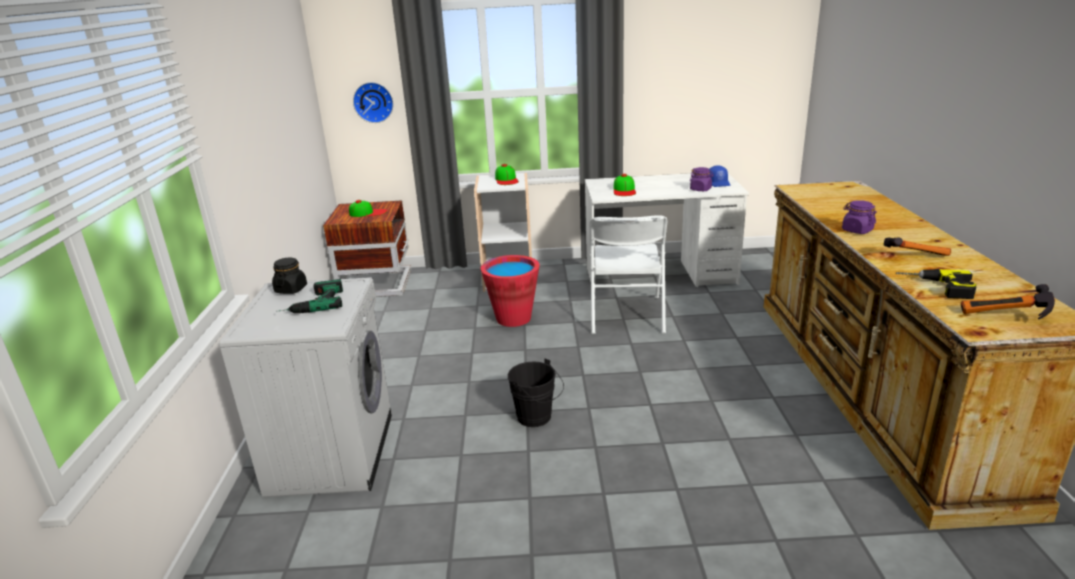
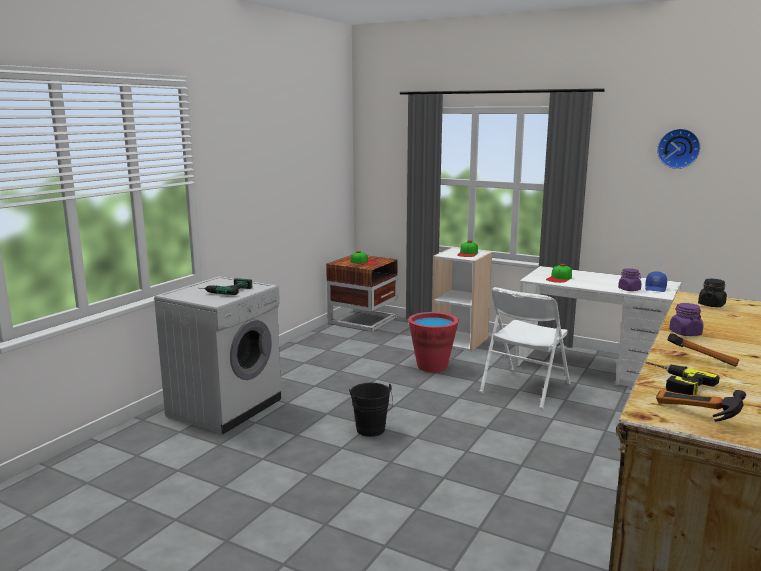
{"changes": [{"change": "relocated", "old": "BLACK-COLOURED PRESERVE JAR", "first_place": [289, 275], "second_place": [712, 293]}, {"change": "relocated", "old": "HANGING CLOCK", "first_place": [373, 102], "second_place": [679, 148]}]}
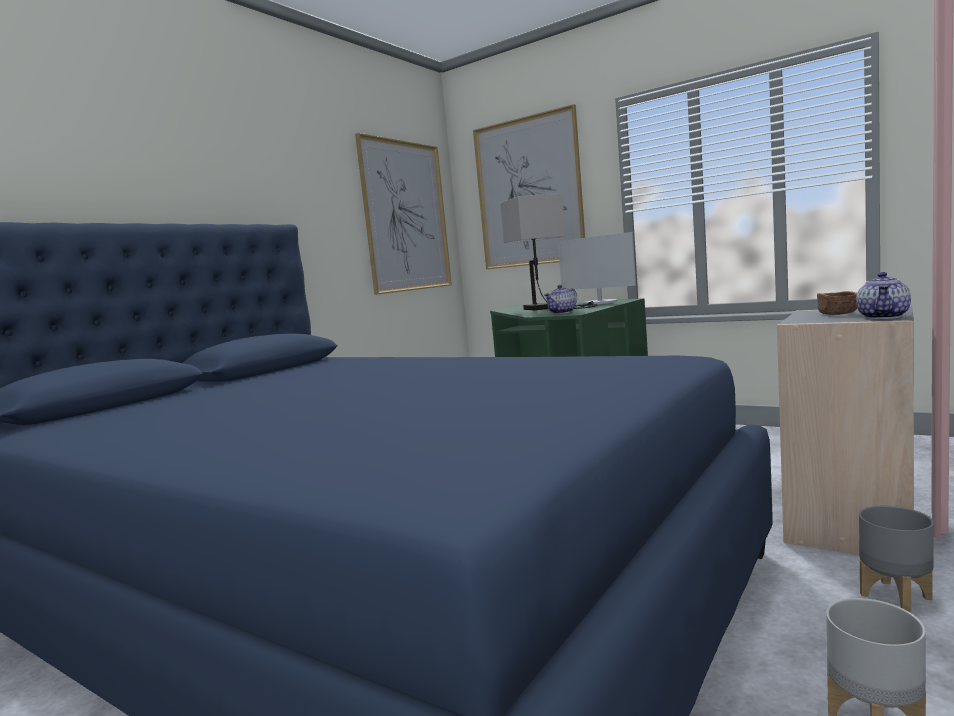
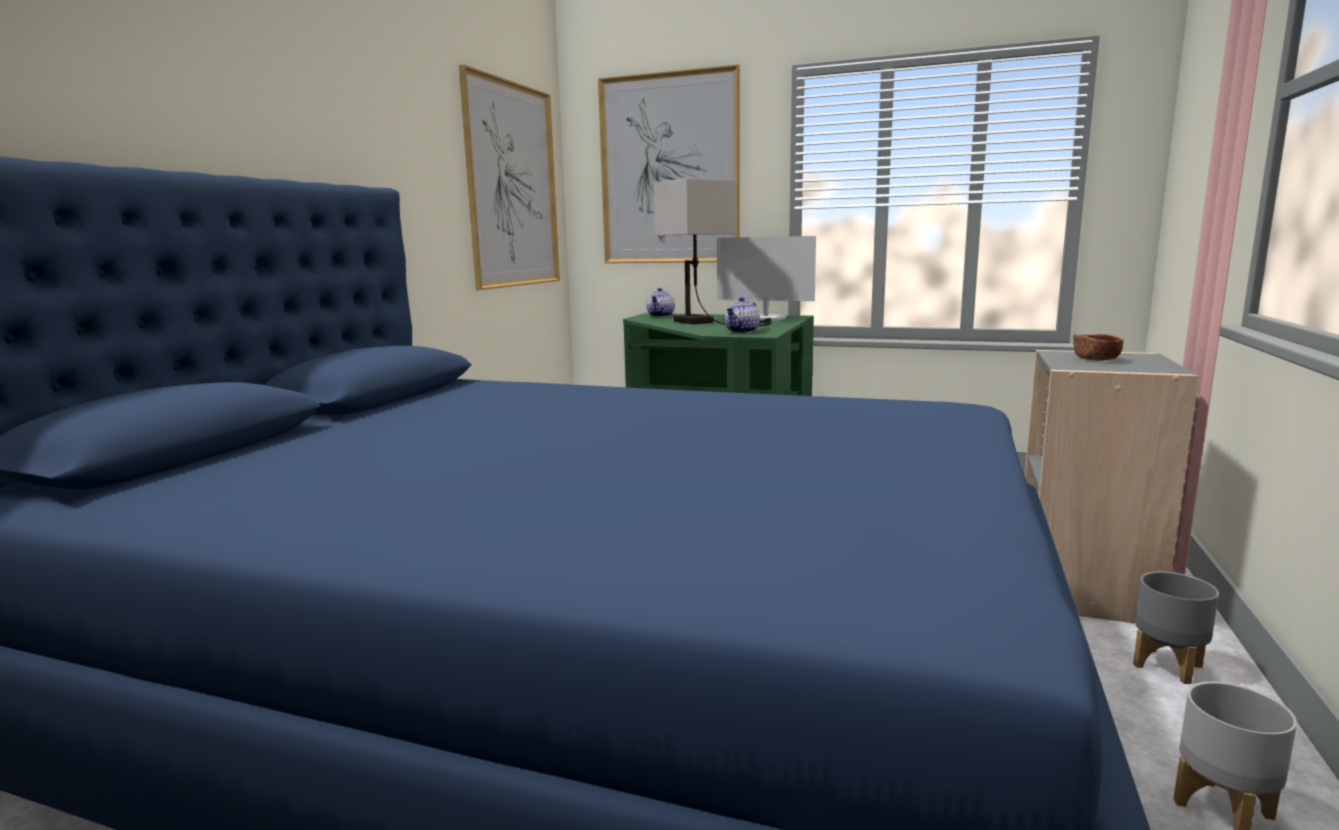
{"changes": [{"change": "relocated", "old": "TEAPOT", "first_place": [883, 295], "second_place": [660, 302]}]}
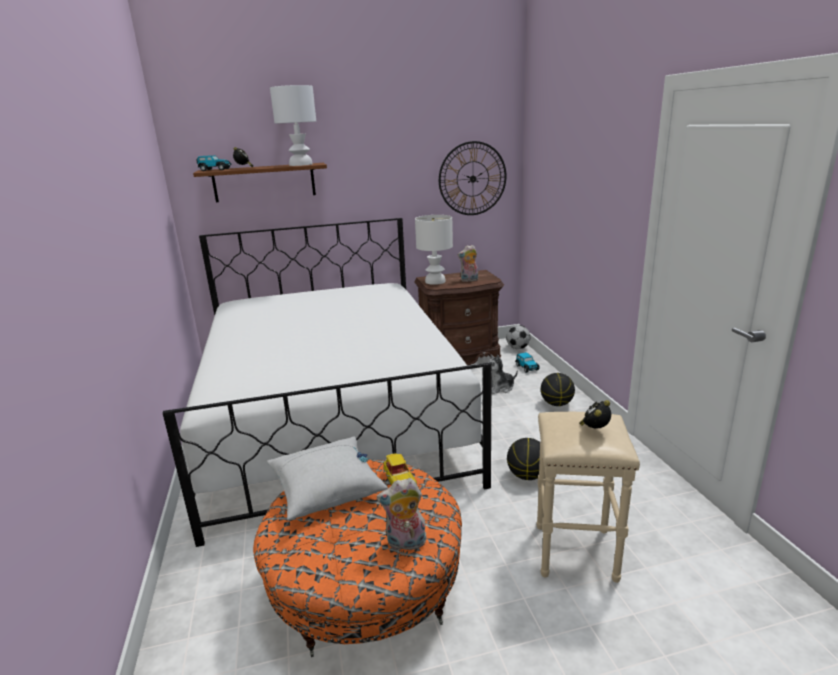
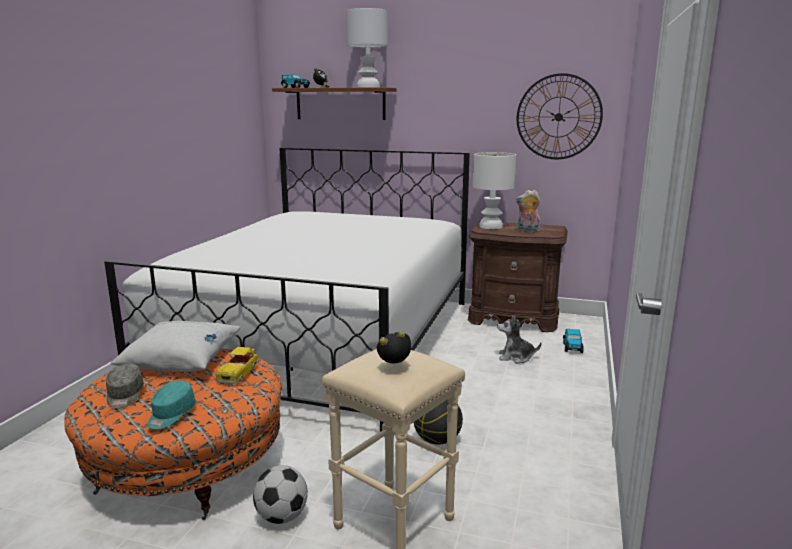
{"changes": [{"change": "exchanged", "old": "SOFT TOY", "new": "BLUE-GREEN PEAKED CAP", "first_place": [401, 514], "second_place": [171, 405]}, {"change": "relocated", "old": "FOOTBALL BALL", "first_place": [518, 337], "second_place": [280, 494]}, {"change": "missing", "old": "BASKETBALL", "first_place": [558, 389]}, {"change": "appeared", "new": "GREY PEAKED CAP", "second_place": [125, 386]}]}
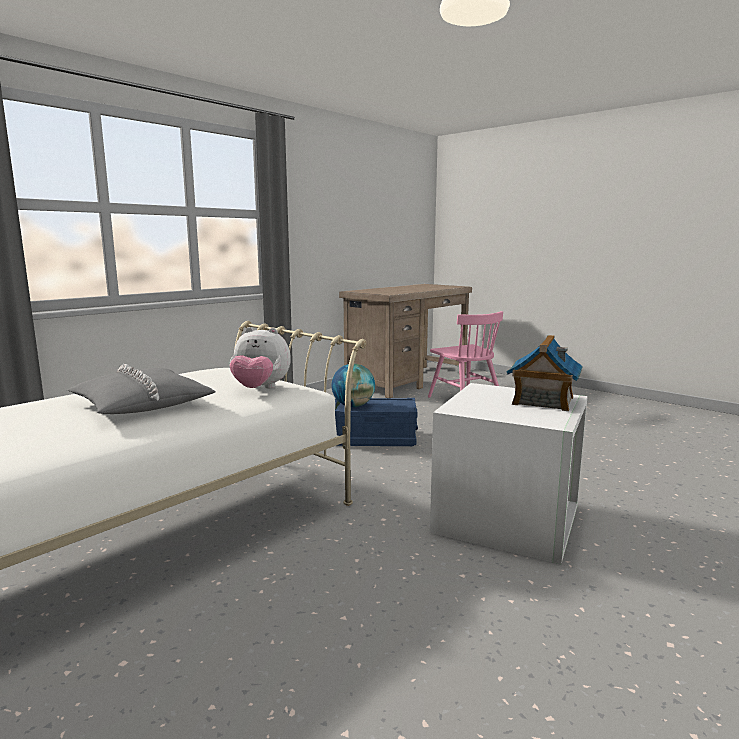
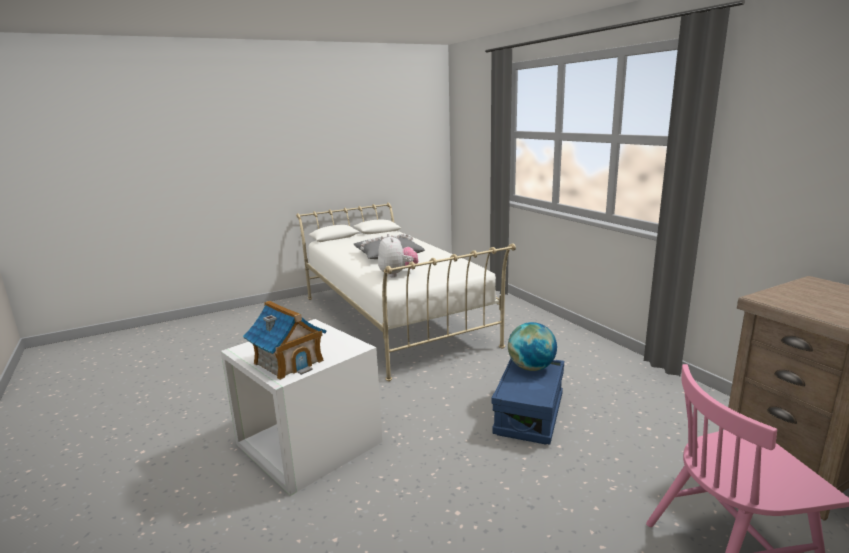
{"changes": [{"change": "spun", "old": "SOFT TOY", "first_place": [260, 358], "second_place": [398, 255], "degrees": 135}]}
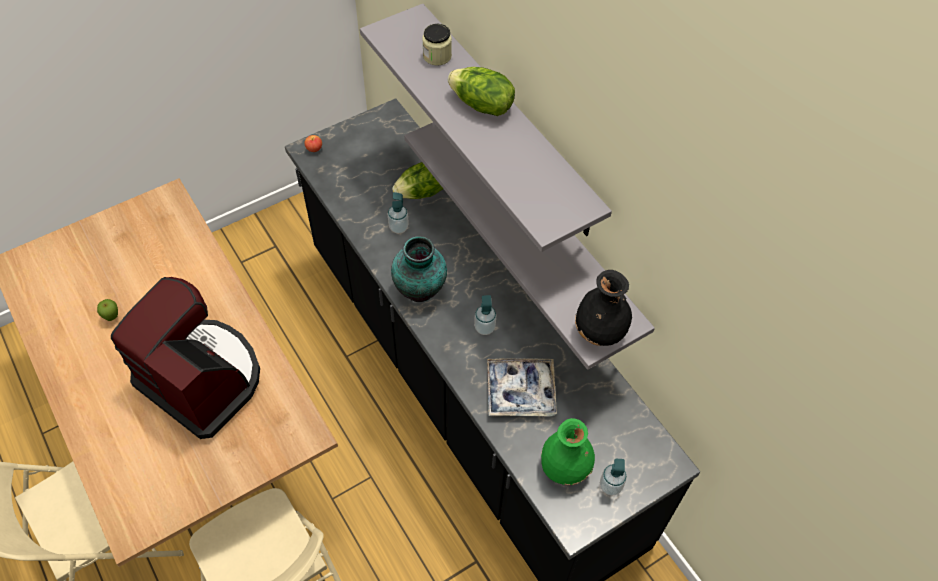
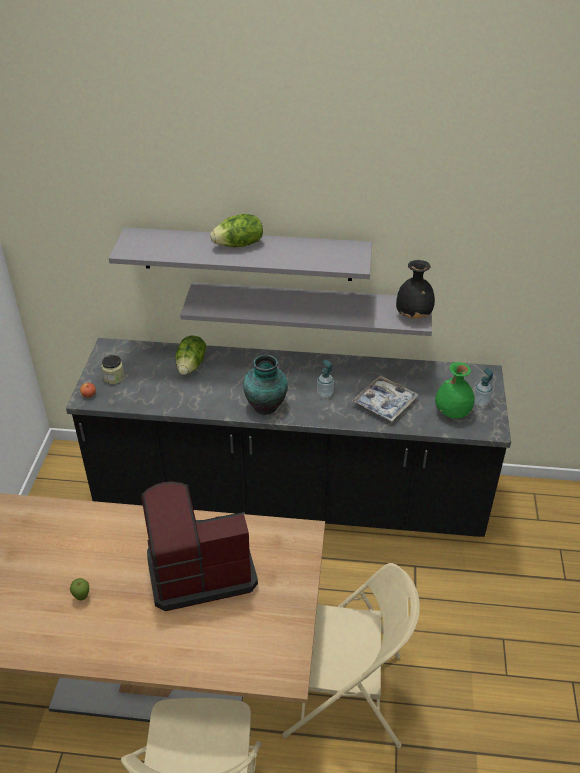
{"changes": [{"change": "missing", "old": "SOAP BOTTLE", "first_place": [398, 213]}, {"change": "relocated", "old": "PRESERVE JAR", "first_place": [437, 45], "second_place": [113, 369]}]}
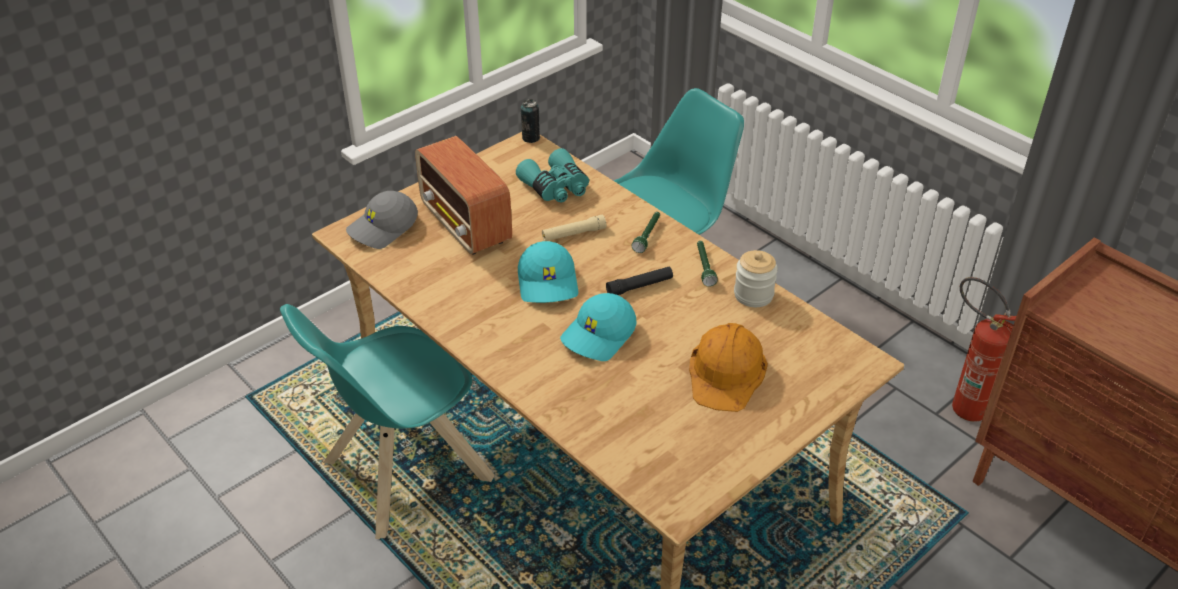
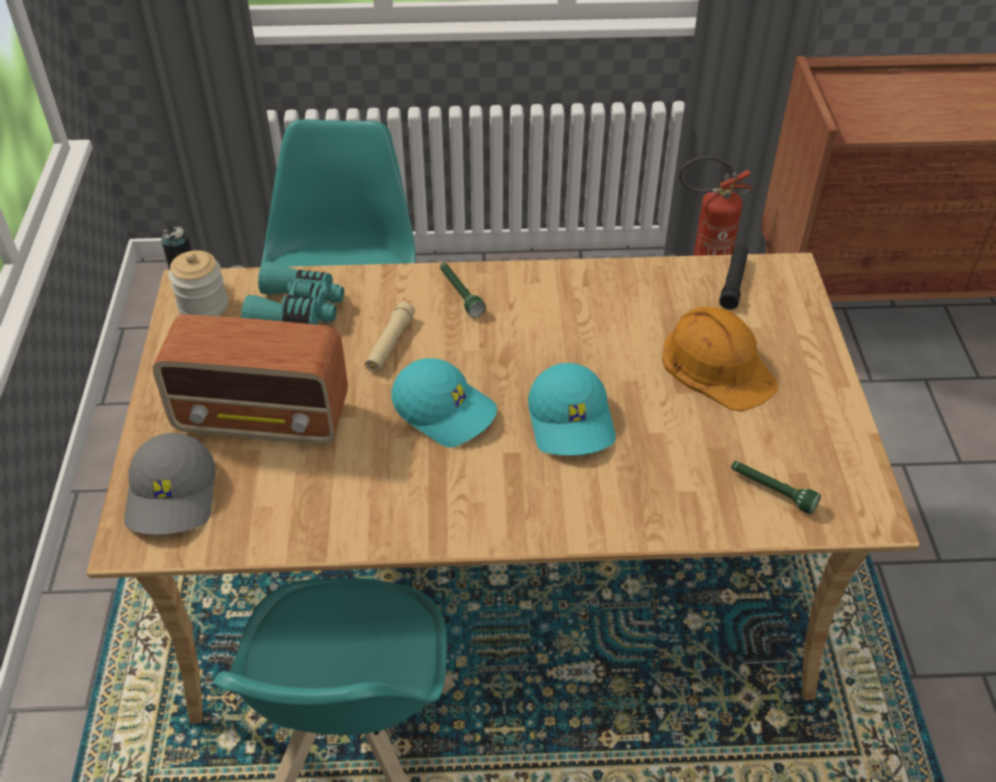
{"changes": [{"change": "relocated", "old": "BLACK-COLOURED FLASHLIGHT", "first_place": [639, 281], "second_place": [733, 277]}, {"change": "relocated", "old": "GREENISH FLASHLIGHT", "first_place": [707, 264], "second_place": [776, 488]}, {"change": "relocated", "old": "PRESERVE JAR", "first_place": [756, 278], "second_place": [198, 283]}]}
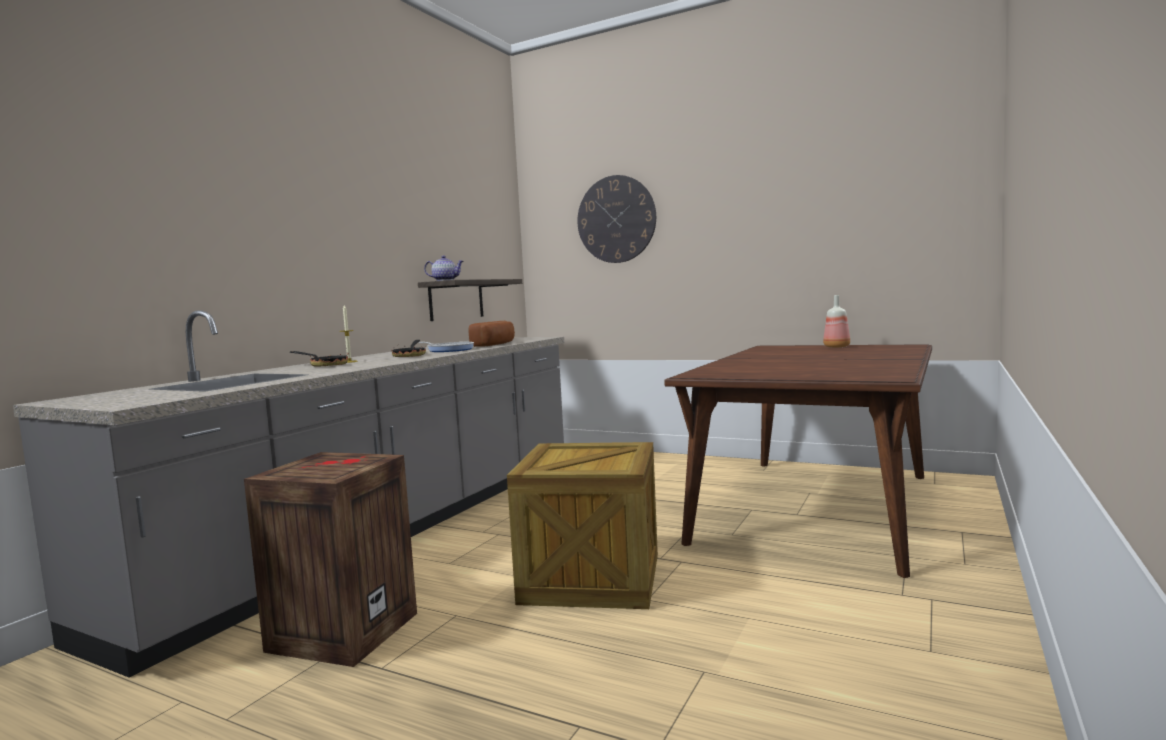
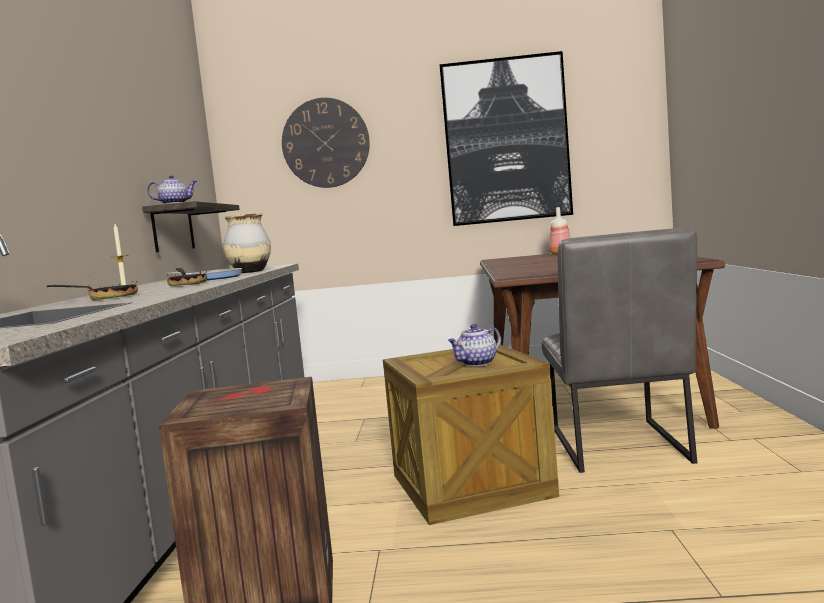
{"changes": [{"change": "exchanged", "old": "BAKED BREAD", "new": "SAND-COLOURED DECORATIVE VASE", "first_place": [492, 334], "second_place": [247, 243]}, {"change": "appeared", "new": "WALL PICTURE", "second_place": [506, 138]}, {"change": "appeared", "new": "TEAPOT", "second_place": [474, 345]}, {"change": "appeared", "new": "GREY CHAIR", "second_place": [619, 350]}]}
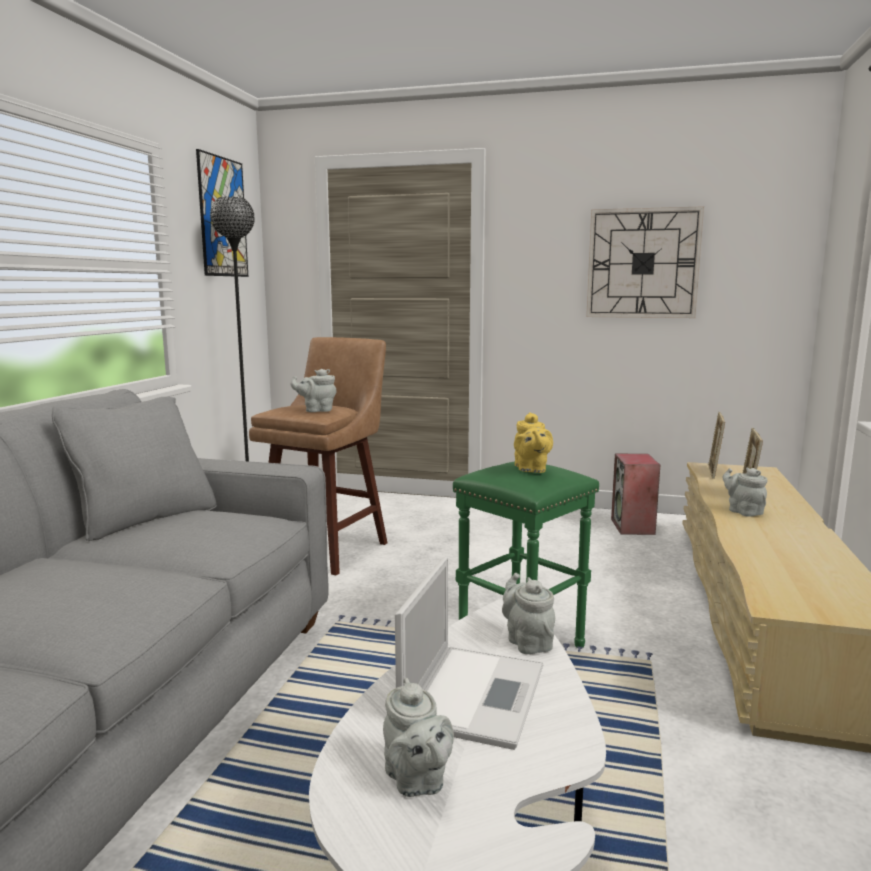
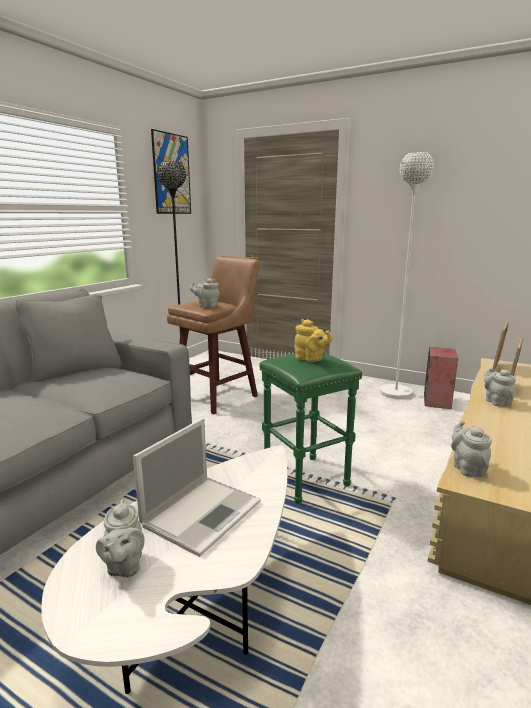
{"changes": [{"change": "relocated", "old": "GREY TEAPOT", "first_place": [528, 613], "second_place": [471, 448]}, {"change": "spun", "old": "YELLOWISH TEAPOT", "first_place": [533, 442], "second_place": [313, 340], "degrees": -60}, {"change": "missing", "old": "HANGING CLOCK", "first_place": [645, 262]}, {"change": "appeared", "new": "WHITE-COLOURED FLOOR LAMP", "second_place": [407, 275]}]}
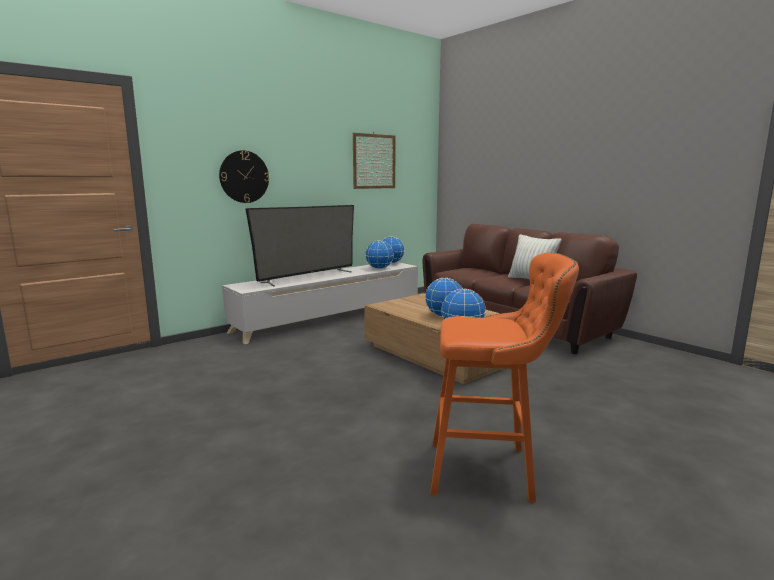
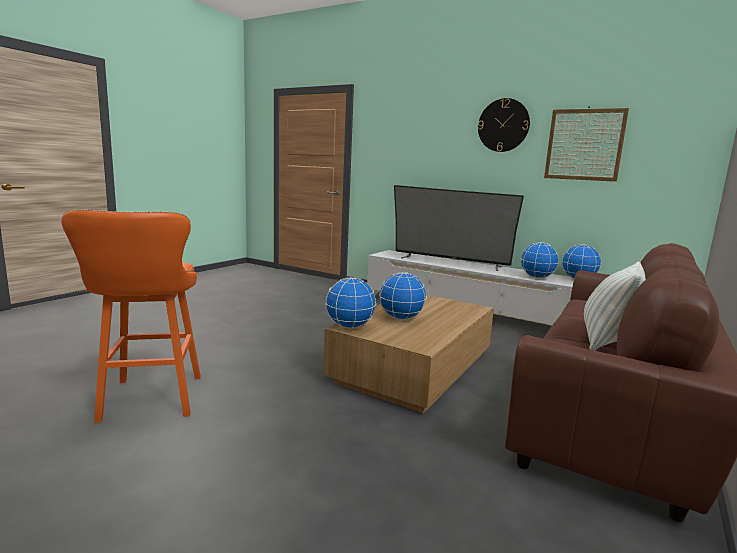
{"changes": [{"change": "relocated", "old": "HANGING CLOCK", "first_place": [244, 176], "second_place": [504, 125]}]}
